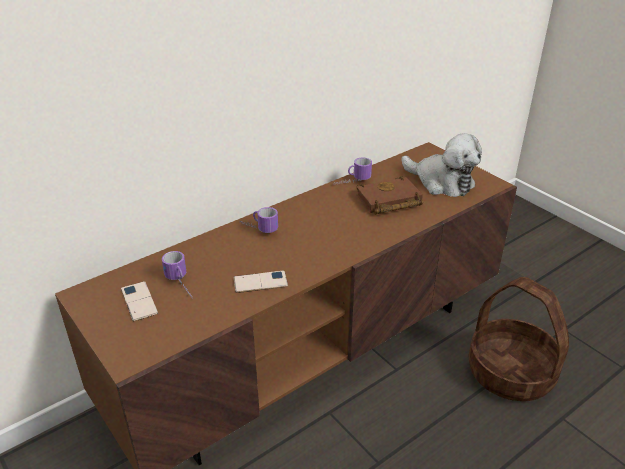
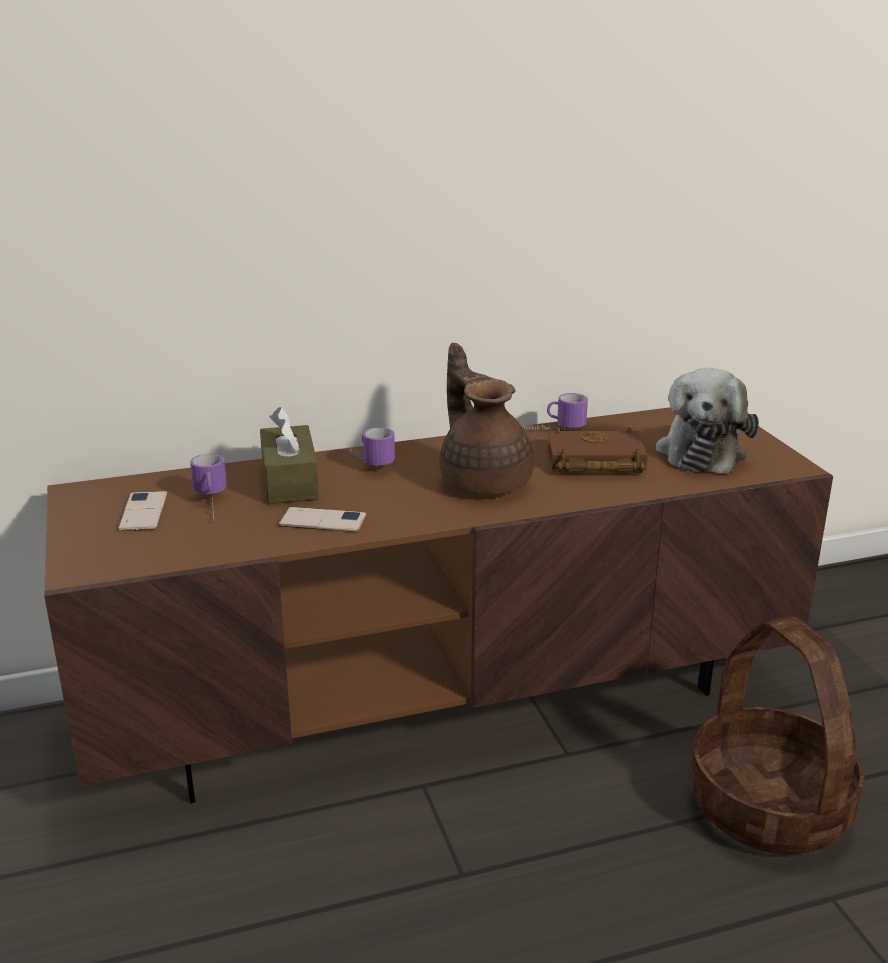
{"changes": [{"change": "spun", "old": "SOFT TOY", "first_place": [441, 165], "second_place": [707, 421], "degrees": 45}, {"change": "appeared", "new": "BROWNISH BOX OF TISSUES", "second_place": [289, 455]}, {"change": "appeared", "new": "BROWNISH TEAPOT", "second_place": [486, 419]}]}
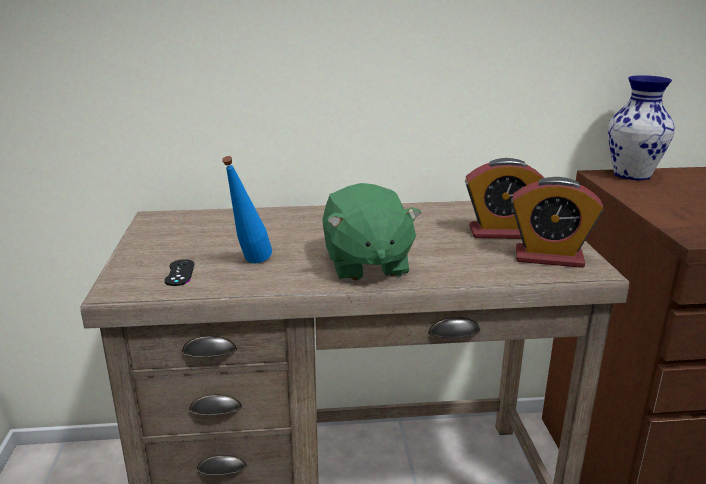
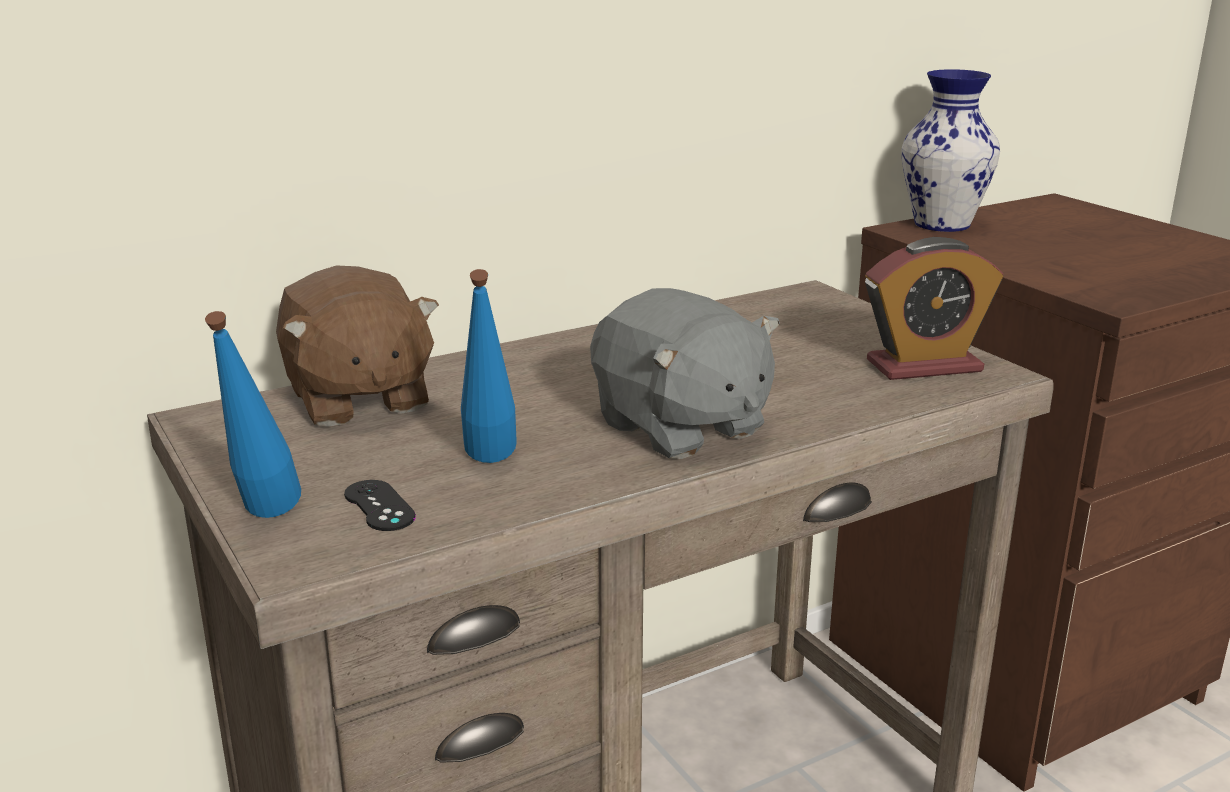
{"changes": [{"change": "colour", "old": "GREENISH SOFT TOY", "new": "GREY SOFT TOY", "first_place": [371, 232], "second_place": [685, 373]}, {"change": "missing", "old": "TABLE CLOCK", "first_place": [504, 198]}, {"change": "appeared", "new": "BLUE-COLOURED DRINK BOTTLE", "second_place": [253, 414]}, {"change": "appeared", "new": "BROWNISH SOFT TOY", "second_place": [357, 346]}]}
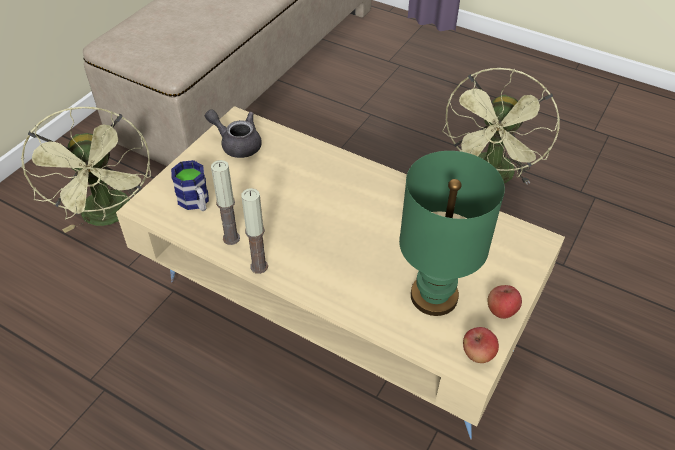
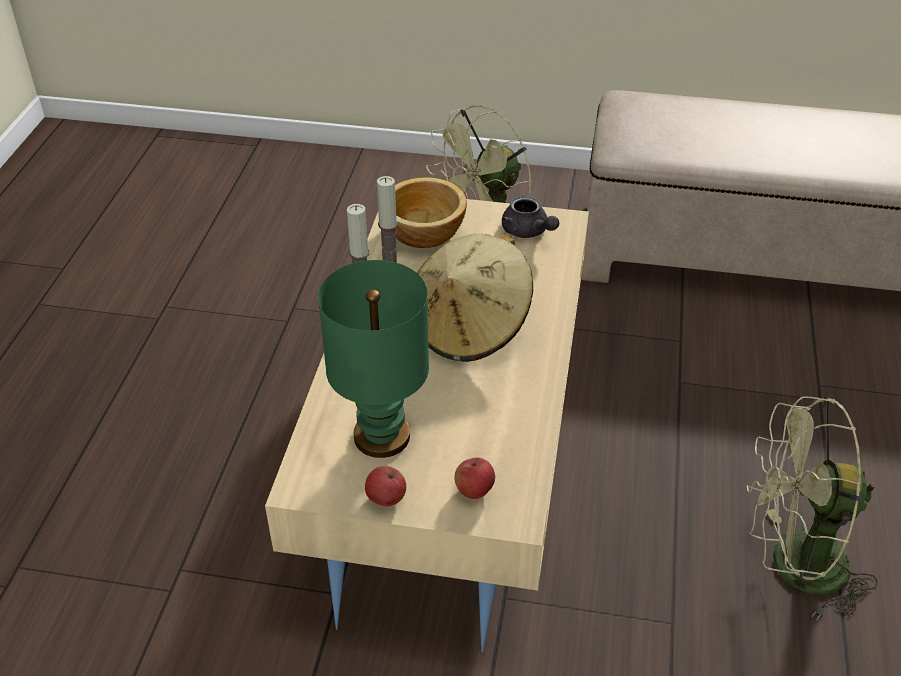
{"changes": [{"change": "exchanged", "old": "MUG", "new": "BOWL", "first_place": [190, 185], "second_place": [431, 212]}, {"change": "spun", "old": "GREY TEAPOT", "first_place": [233, 133], "second_place": [530, 217], "degrees": 135}, {"change": "relocated", "old": "WHOLE APPLE", "first_place": [481, 345], "second_place": [474, 478]}, {"change": "appeared", "new": "SAND-COLOURED CLOTHING HAT", "second_place": [475, 298]}]}
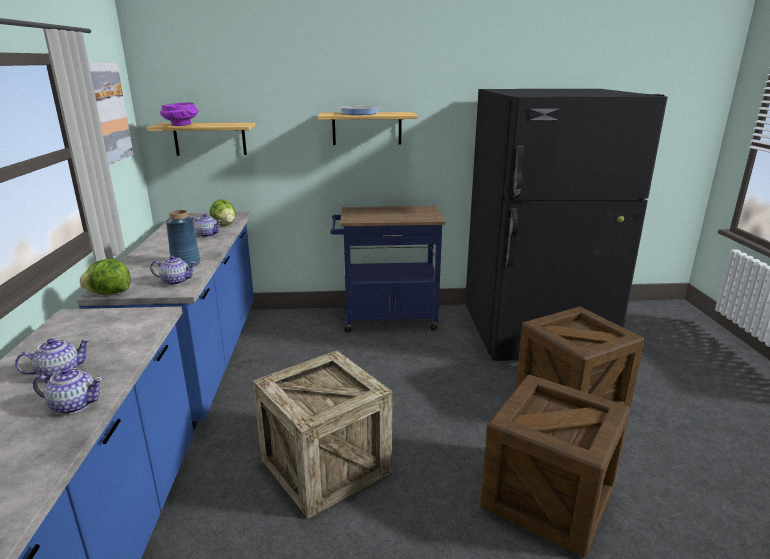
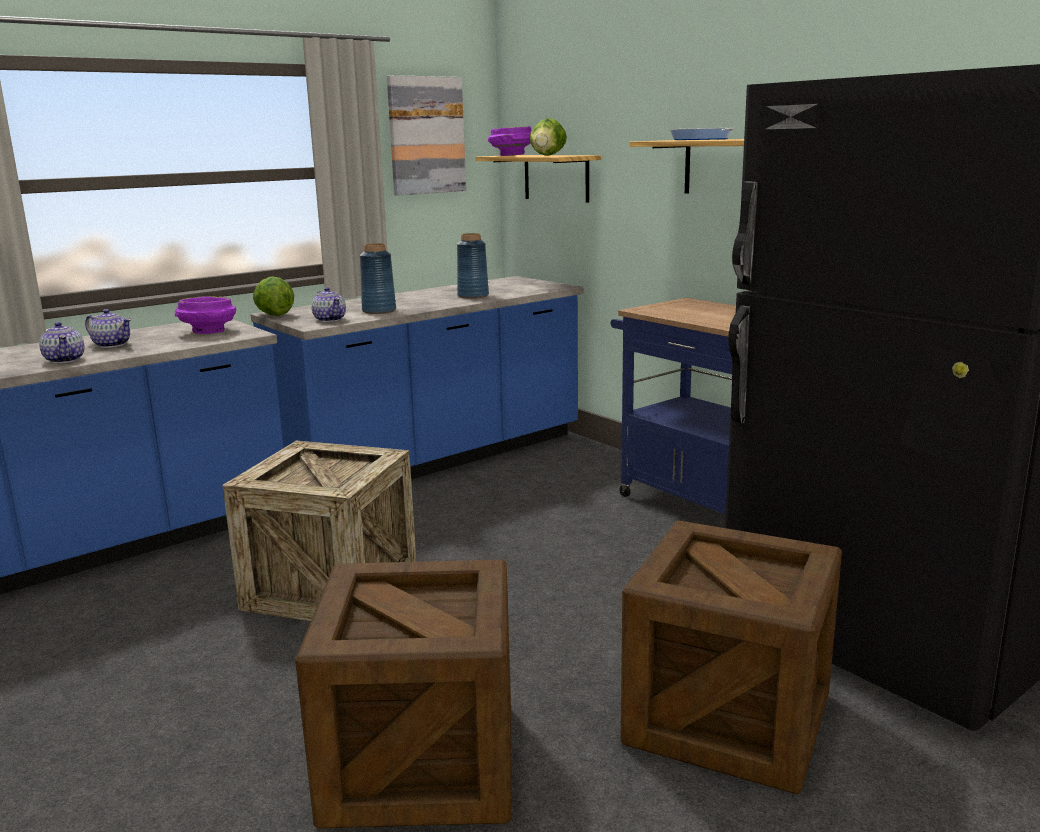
{"changes": [{"change": "exchanged", "old": "TEAPOT", "new": "BLUE-COLOURED DECORATIVE VASE", "first_place": [207, 225], "second_place": [473, 266]}, {"change": "relocated", "old": "LETTUCE HEAD", "first_place": [222, 212], "second_place": [548, 137]}, {"change": "appeared", "new": "PURPLISH BOWL", "second_place": [205, 315]}]}
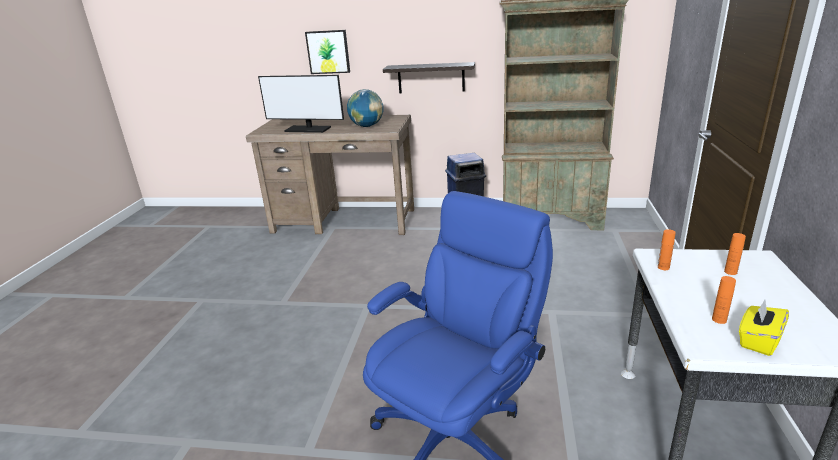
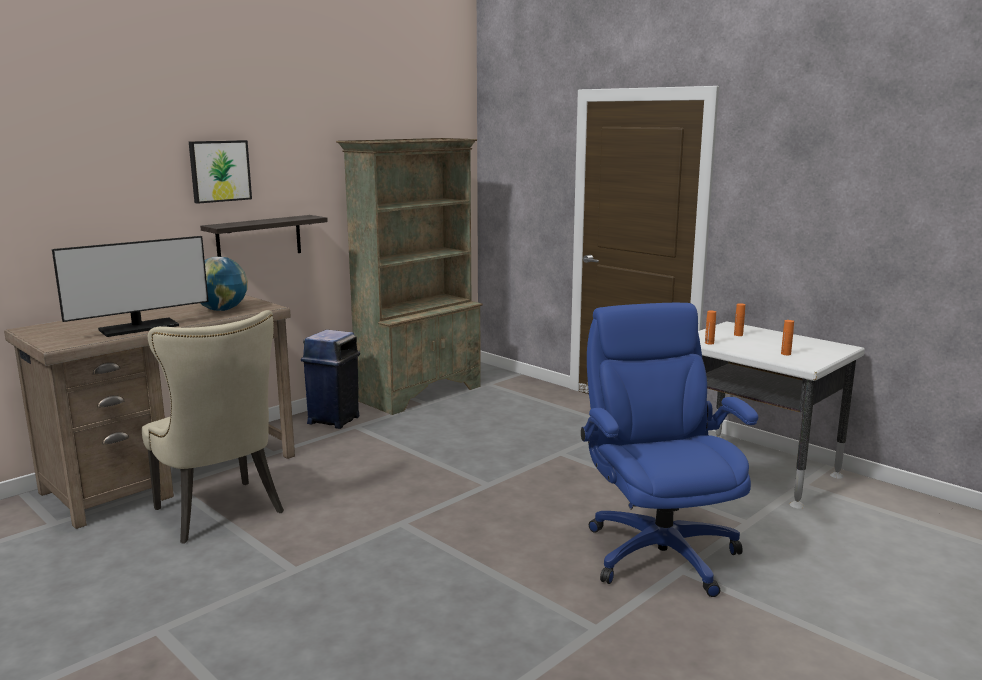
{"changes": [{"change": "relocated", "old": "WALL PICTURE", "first_place": [327, 52], "second_place": [220, 172]}, {"change": "missing", "old": "YELLOWISH BOX OF TISSUES", "first_place": [764, 328]}, {"change": "appeared", "new": "SAND-COLOURED CHAIR", "second_place": [213, 426]}]}
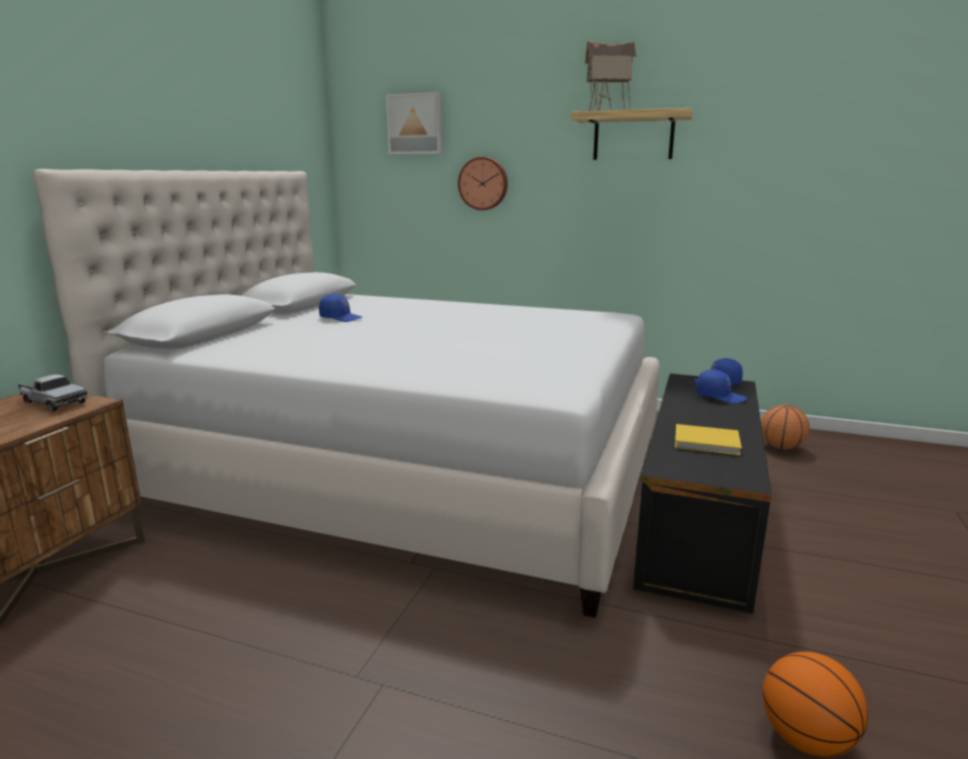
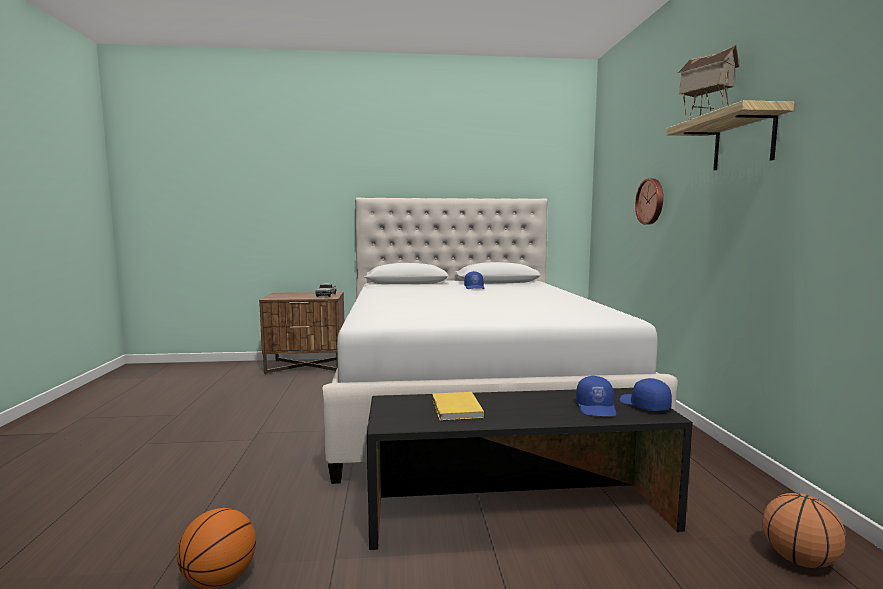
{"changes": [{"change": "missing", "old": "WALL PICTURE", "first_place": [414, 123]}]}
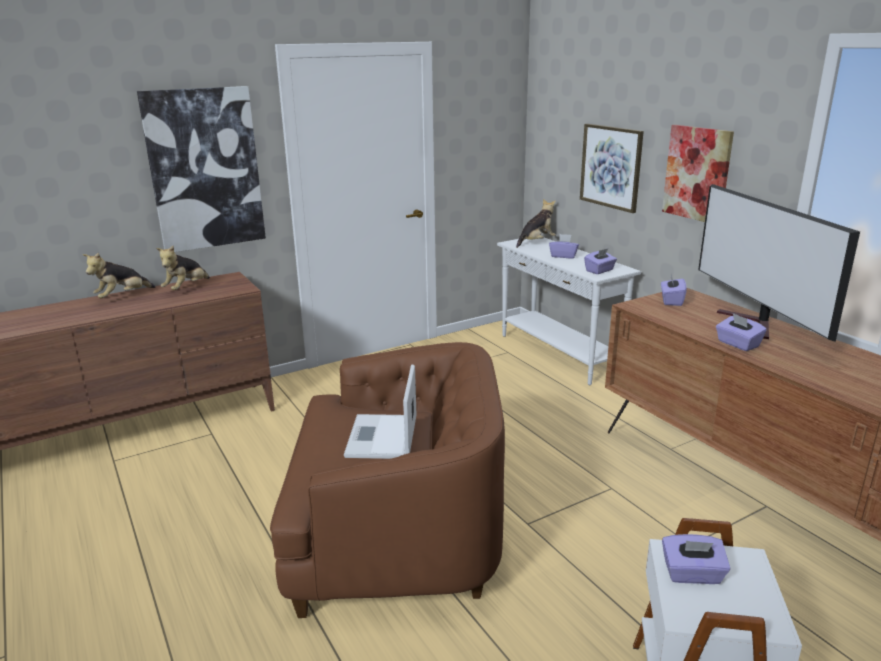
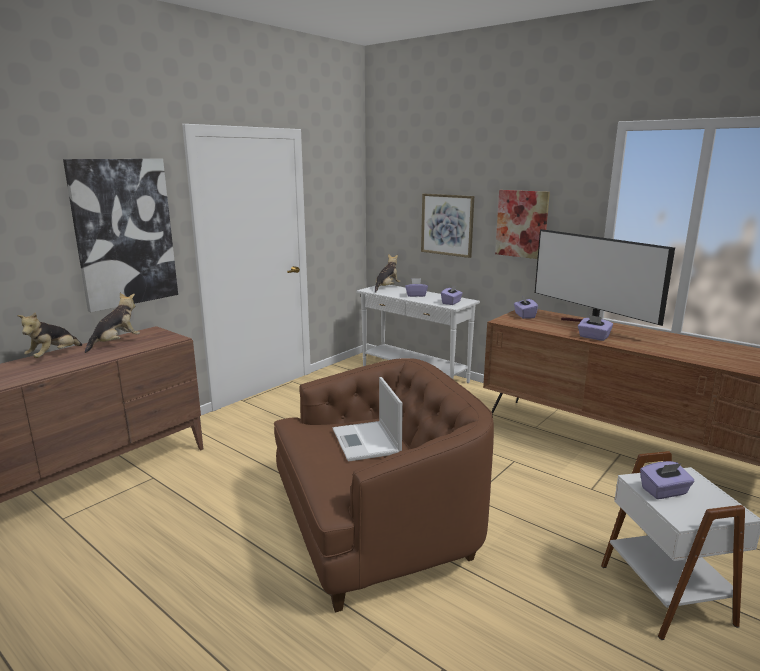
{"changes": [{"change": "spun", "old": "SOFT TOY", "first_place": [183, 268], "second_place": [112, 323], "degrees": -150}]}
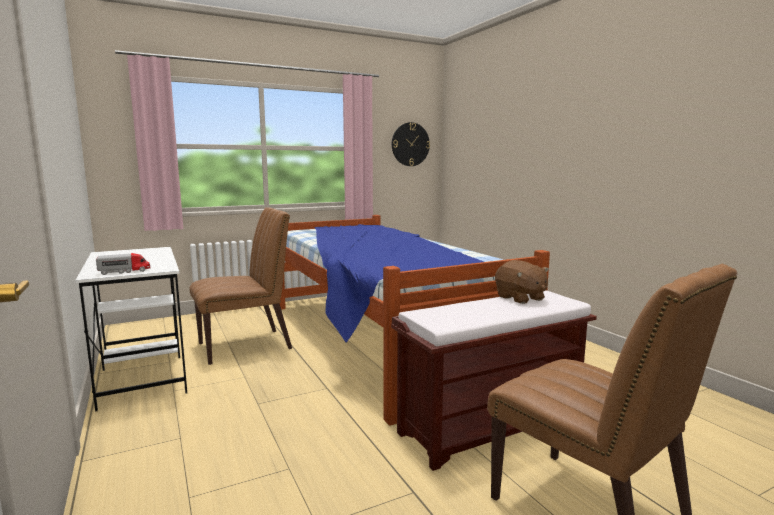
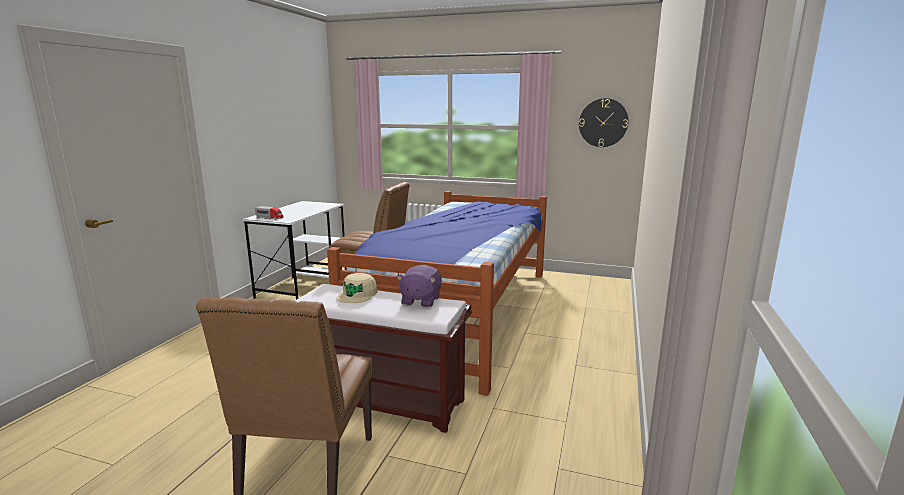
{"changes": [{"change": "colour", "old": "BROWNISH SOFT TOY", "new": "PURPLISH SOFT TOY", "first_place": [522, 282], "second_place": [418, 286]}, {"change": "appeared", "new": "SAND-COLOURED PEAKED CAP", "second_place": [357, 288]}]}
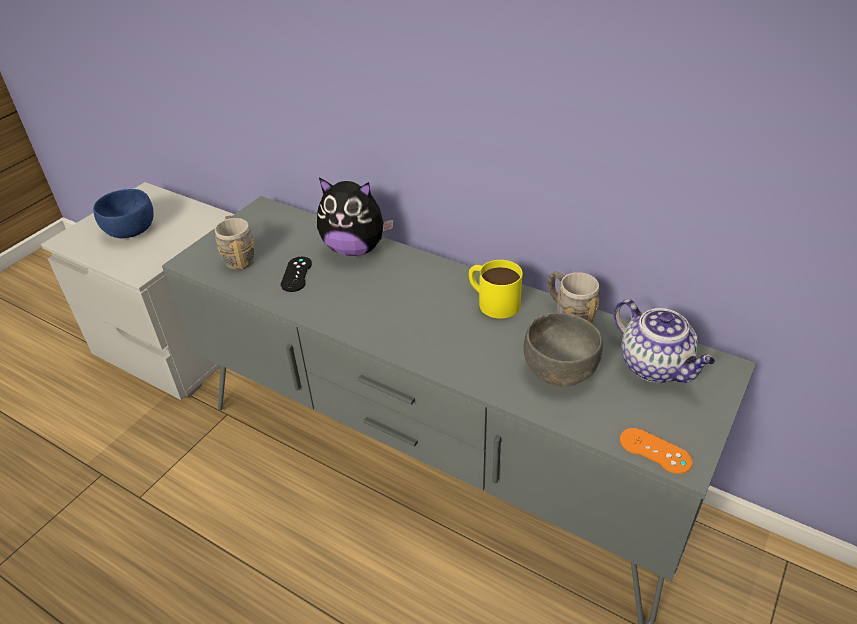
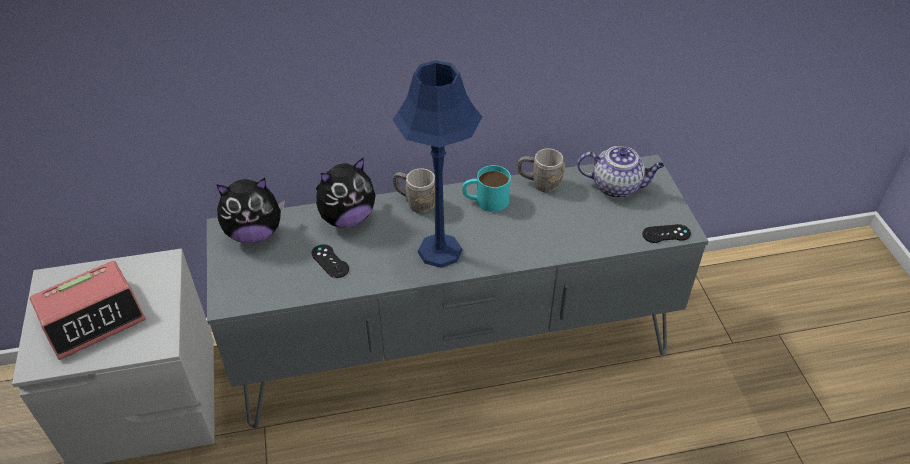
{"changes": [{"change": "exchanged", "old": "BLUE-COLOURED BOWL", "new": "TABLE CLOCK", "first_place": [123, 213], "second_place": [88, 310]}, {"change": "relocated", "old": "GREY MUG", "first_place": [235, 242], "second_place": [414, 190]}, {"change": "colour", "old": "YELLOWISH MUG", "new": "BLUE-GREEN MUG", "first_place": [495, 289], "second_place": [486, 188]}, {"change": "missing", "old": "GREY BOWL", "first_place": [563, 349]}, {"change": "colour", "old": "ORANGEY GAMEPAD", "new": "BLACK-COLOURED GAMEPAD", "first_place": [656, 451], "second_place": [666, 233]}, {"change": "appeared", "new": "SOFT TOY", "second_place": [250, 210]}, {"change": "appeared", "new": "BLUE-COLOURED LAMP FOR A TABLE", "second_place": [437, 164]}]}
